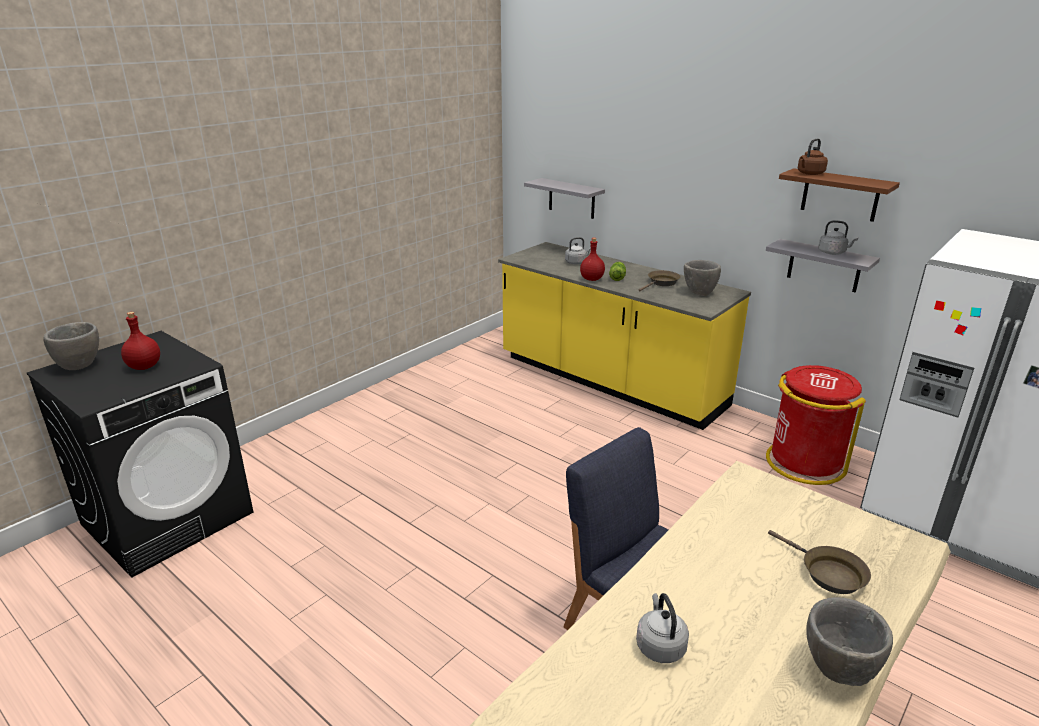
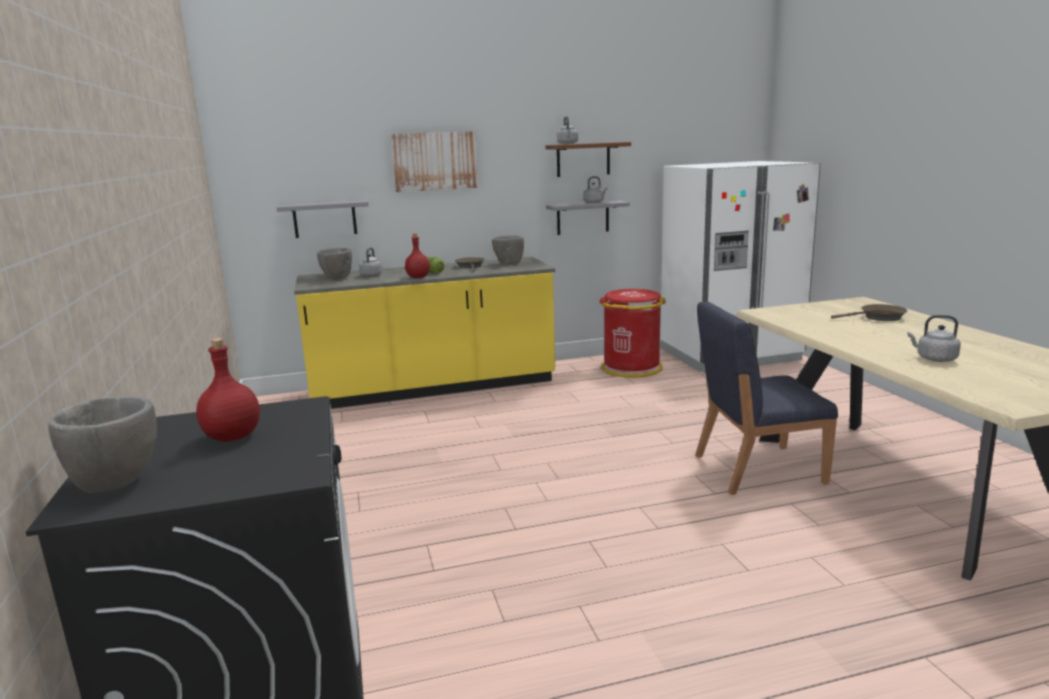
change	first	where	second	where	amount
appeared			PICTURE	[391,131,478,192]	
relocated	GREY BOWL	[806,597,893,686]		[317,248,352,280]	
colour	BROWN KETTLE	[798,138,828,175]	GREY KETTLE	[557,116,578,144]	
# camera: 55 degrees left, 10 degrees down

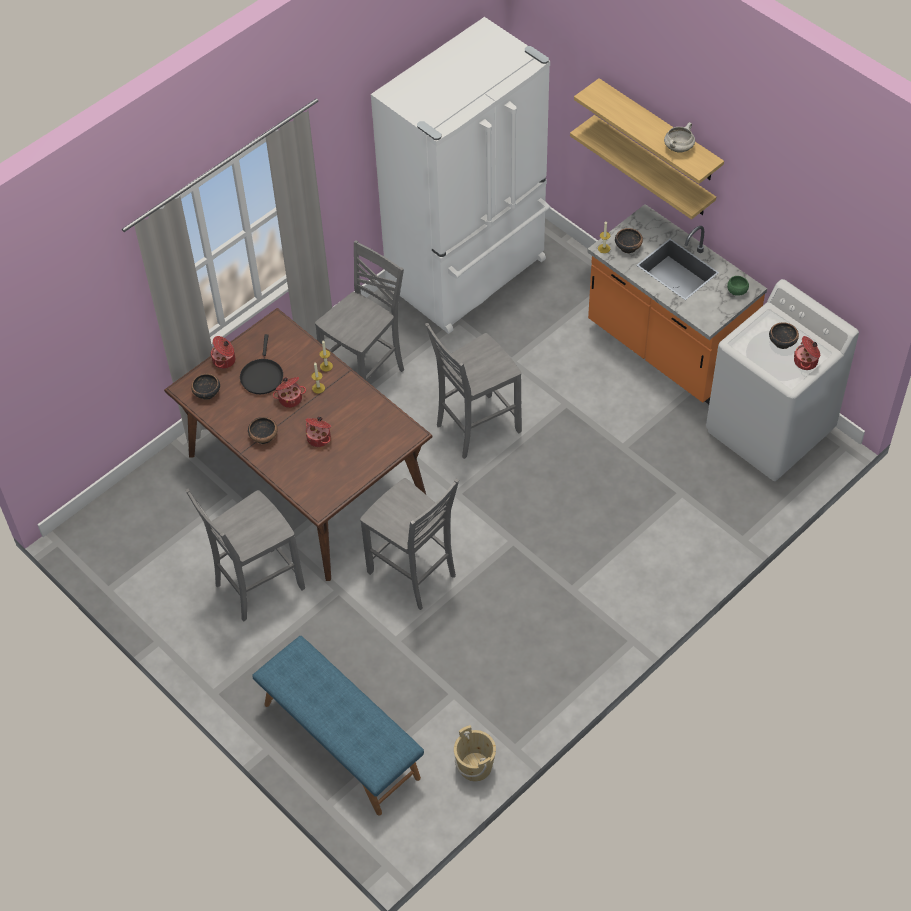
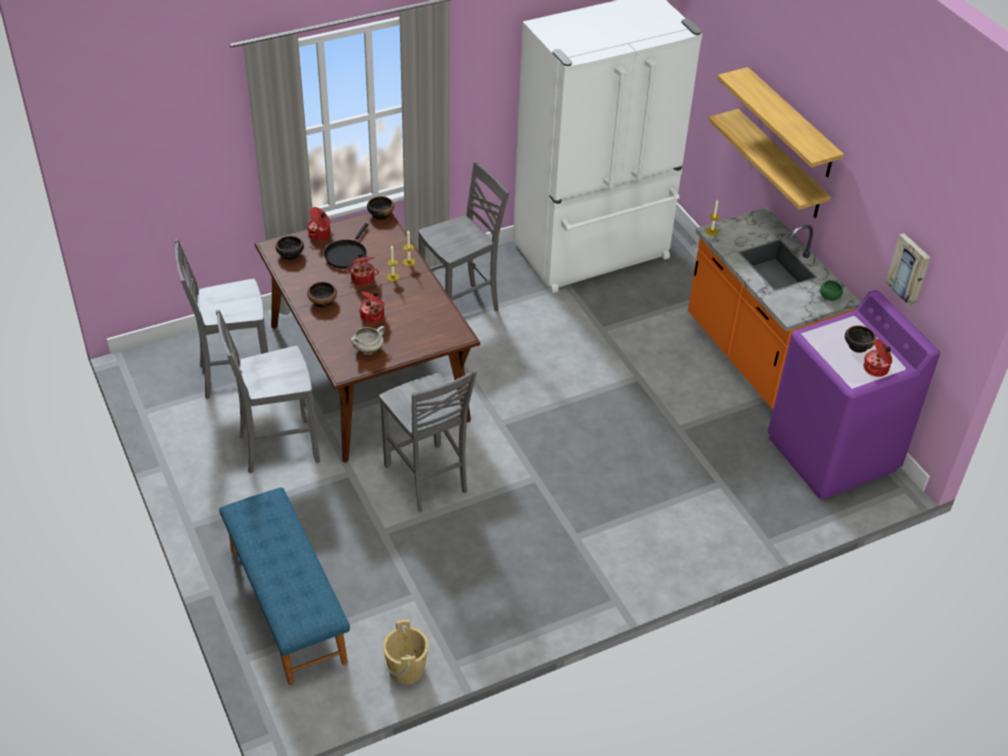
change	first	where	second	where	amount
appeared			PICTURE	[885,233,931,307]	
relocated	GREY CHAIR	[425,323,522,459]		[174,239,268,399]	
relocated	BOWL	[615,228,643,253]		[367,196,394,220]	
relocated	WHITE COOKING POT	[664,122,695,153]		[351,326,385,354]	
colour	WHITE WASHING MACHINE	[706,279,859,481]	PURPLE WASHING MACHINE	[768,290,940,500]	
# camera: 15 degrees right, 10 degrees down

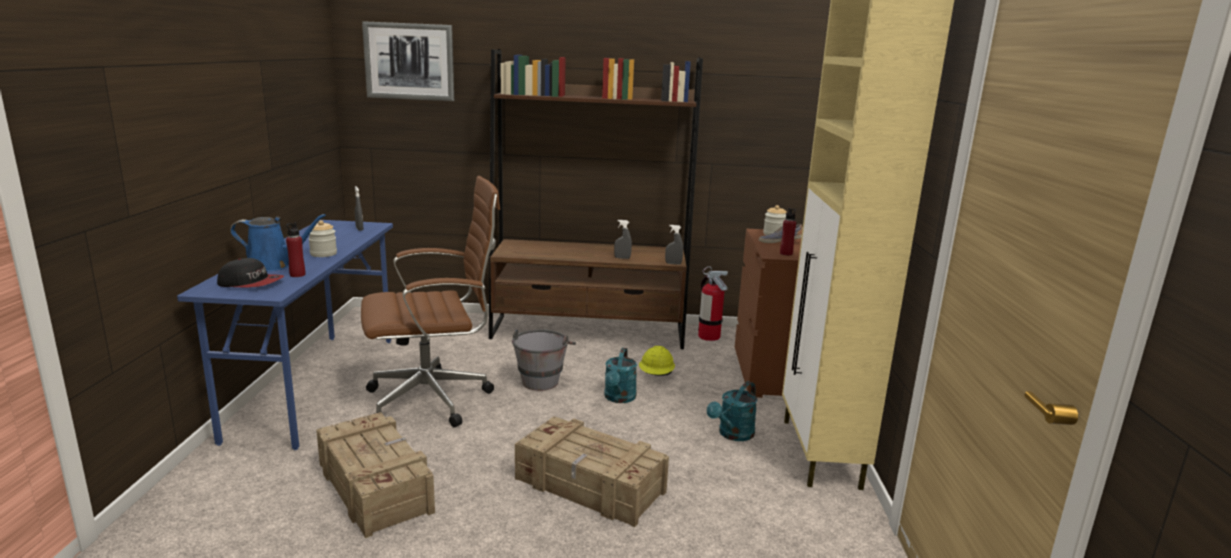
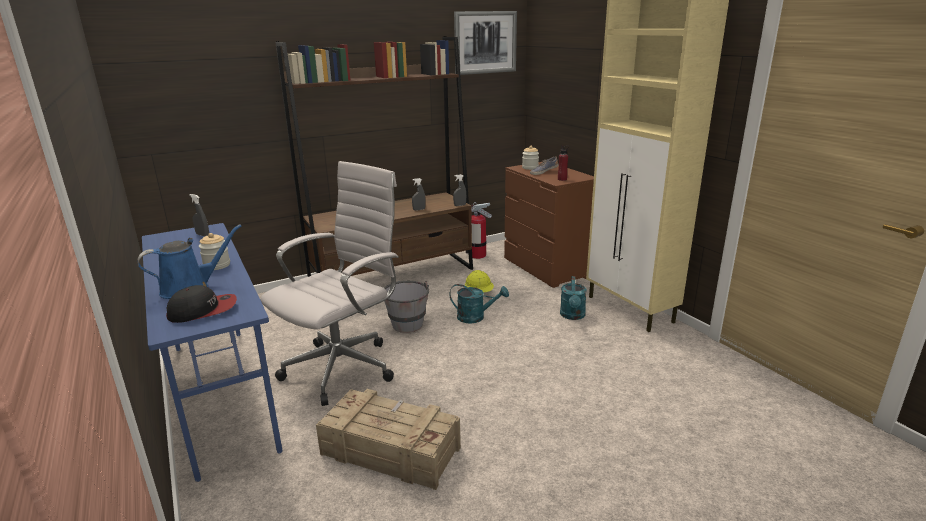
change	first	where	second	where	amount
missing	RED BOTTLE	[286,222,305,277]			
missing	CRATE	[515,416,669,527]			
relocated	PICTURE	[362,21,454,101]		[454,11,517,75]	
colour	BROWN OFFICE CHAIR	[361,176,500,428]	WHITE OFFICE CHAIR	[260,161,399,406]	
spun	TURQUOISE WATERING CAN	[604,348,637,403]		[450,284,509,323]	60 degrees counterclockwise
# camera: 30 degrees left, 5 degrees up

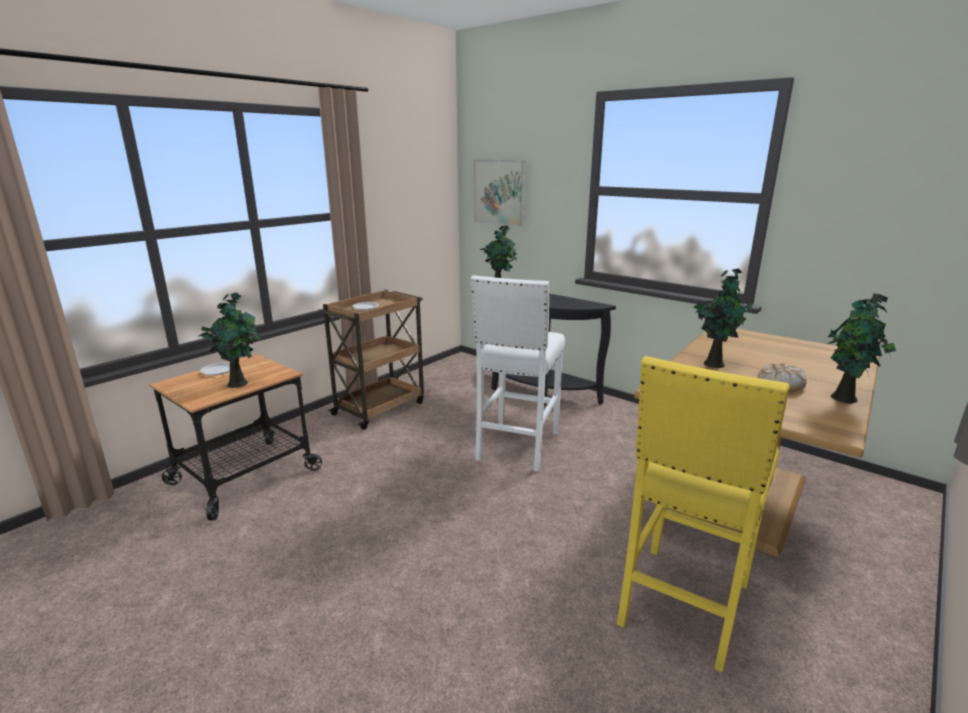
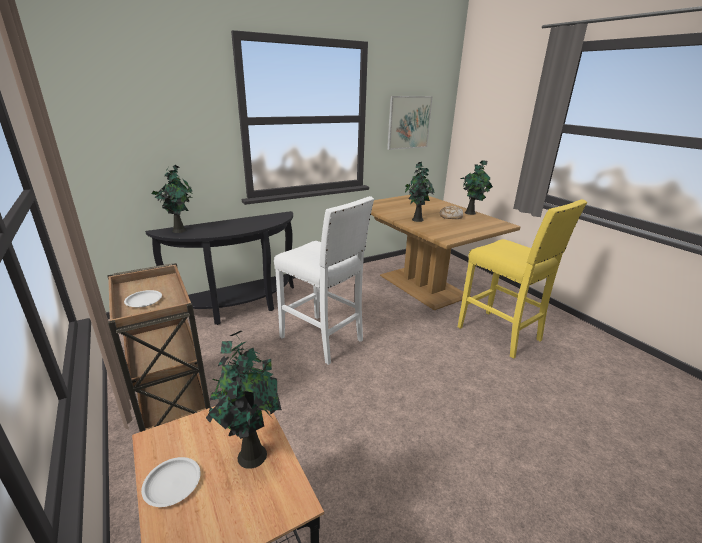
change	first	where	second	where	amount
relocated	PICTURE	[474,160,526,227]		[387,96,433,150]	
# camera: 70 degrees left, 5 degrees up

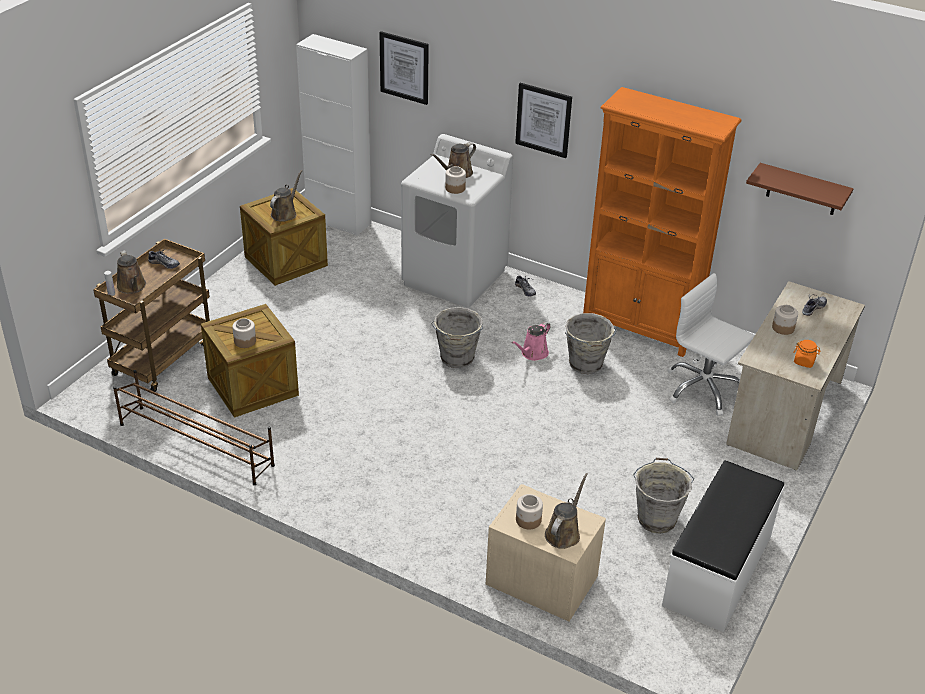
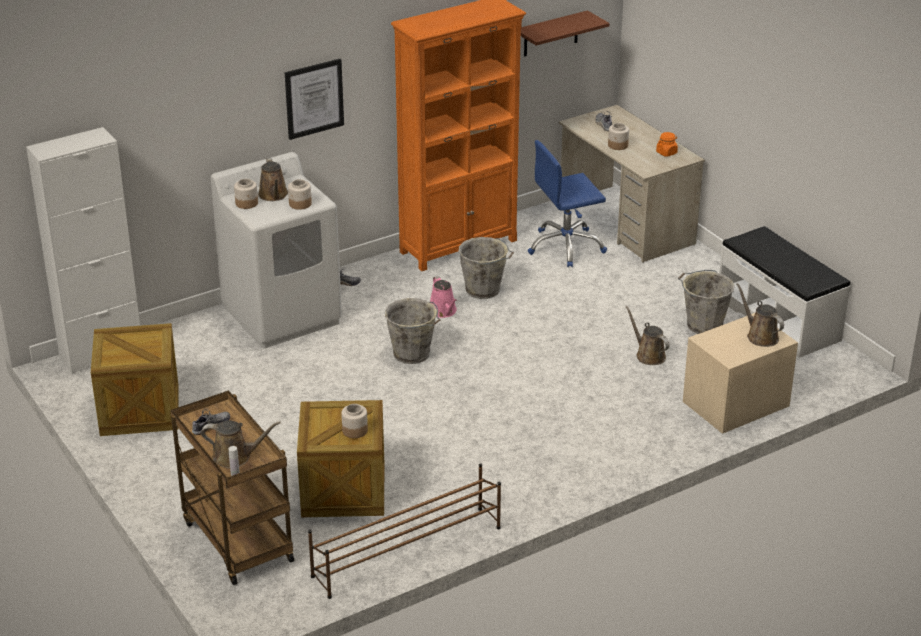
change	first	where	second	where	amount
missing	PICTURE	[380,31,429,105]			
relocated	BROWN WATERING CAN	[270,170,302,222]		[626,306,670,365]	
relocated	JAR	[516,494,543,530]		[234,179,258,209]	
colour	WHITE OFFICE CHAIR	[667,273,754,416]	BLUE OFFICE CHAIR	[528,140,607,267]	
# camera: 60 degrees left, 5 degrees down

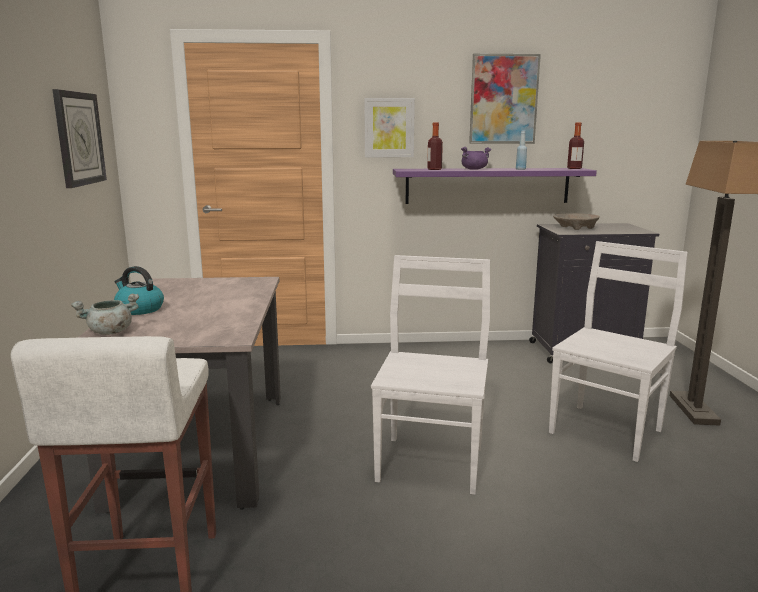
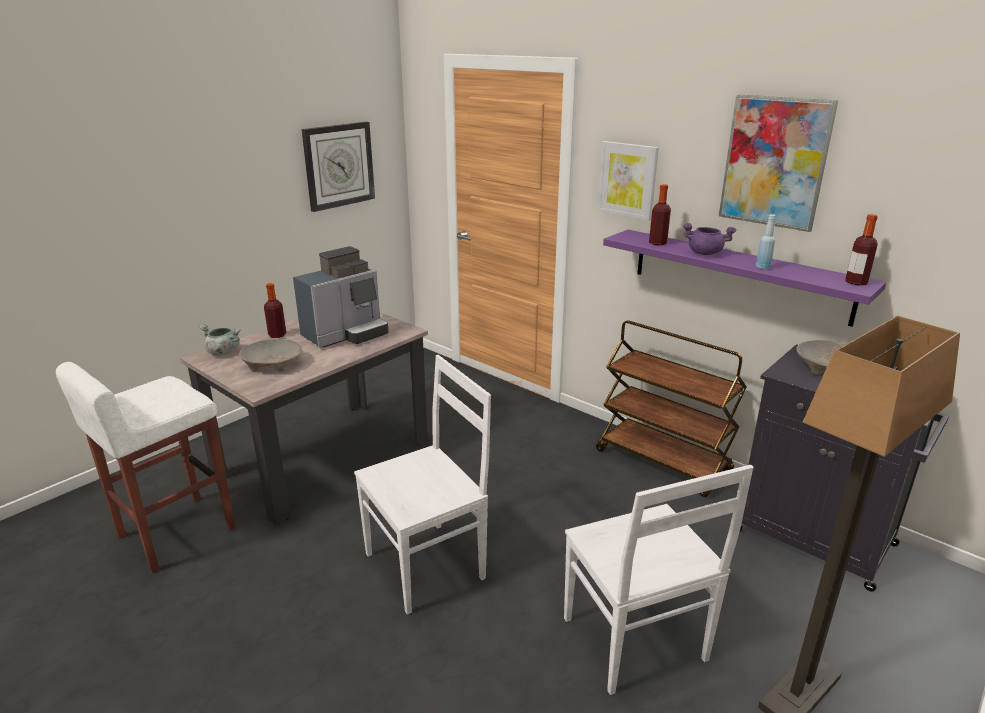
change	first	where	second	where	amount
appeared			BEIGE BOWL	[239,339,302,372]	
appeared			COFFEE MACHINE	[293,246,389,348]	
appeared			BROWN CART	[596,320,747,497]	
exchanged	KETTLE	[114,266,164,315]	BOTTLE	[264,283,286,338]	
spun	WHITE CHAIR	[549,241,688,462]		[564,465,754,695]	75 degrees clockwise
# camera: 45 degrees right, 10 degrees up

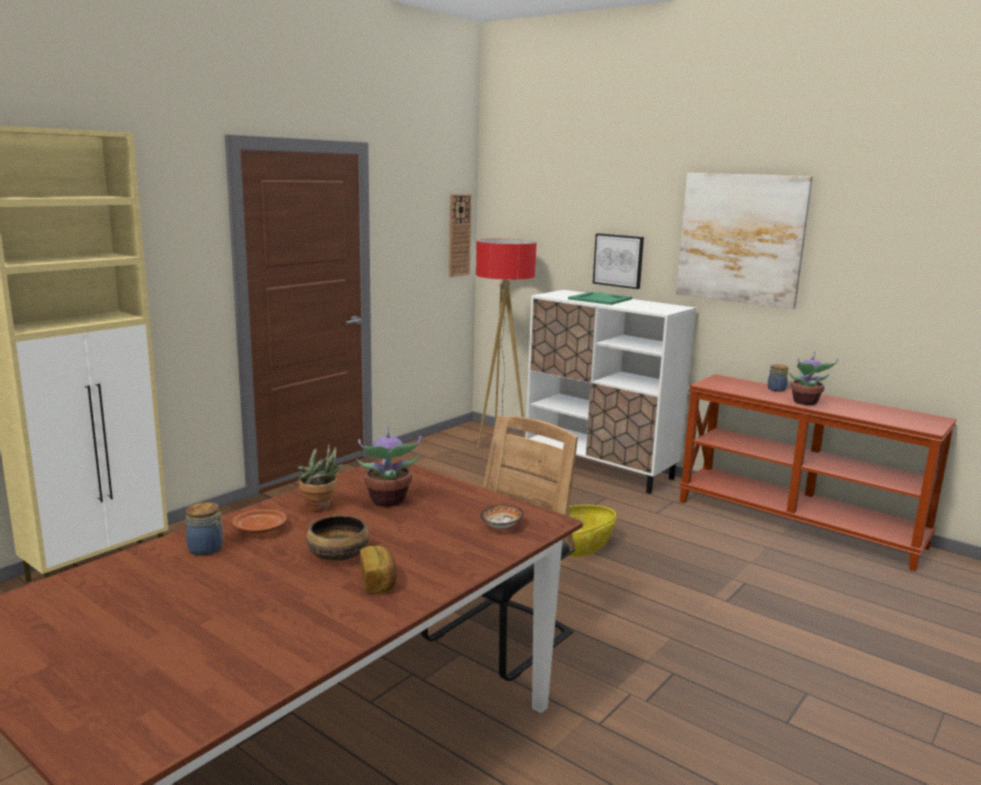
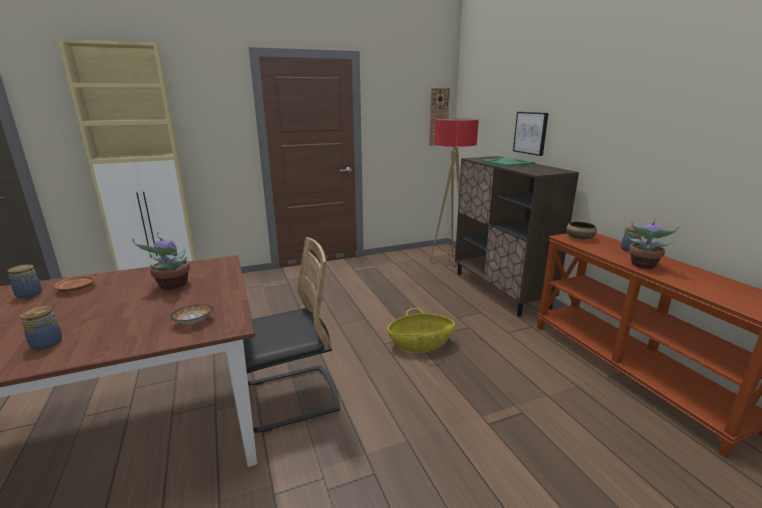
change	first	where	second	where	amount
missing	POTTED PLANT	[297,444,343,511]			
missing	PICTURE	[676,173,813,309]			
relocated	BOWL	[307,515,369,561]		[566,222,597,240]	
exchanged	BREAD	[360,545,397,593]	JAR	[20,306,62,350]	
colour	WHITE CABINET	[525,290,696,494]	BROWN CABINET	[455,156,579,317]	
# camera: 30 degrees right, 5 degrees up

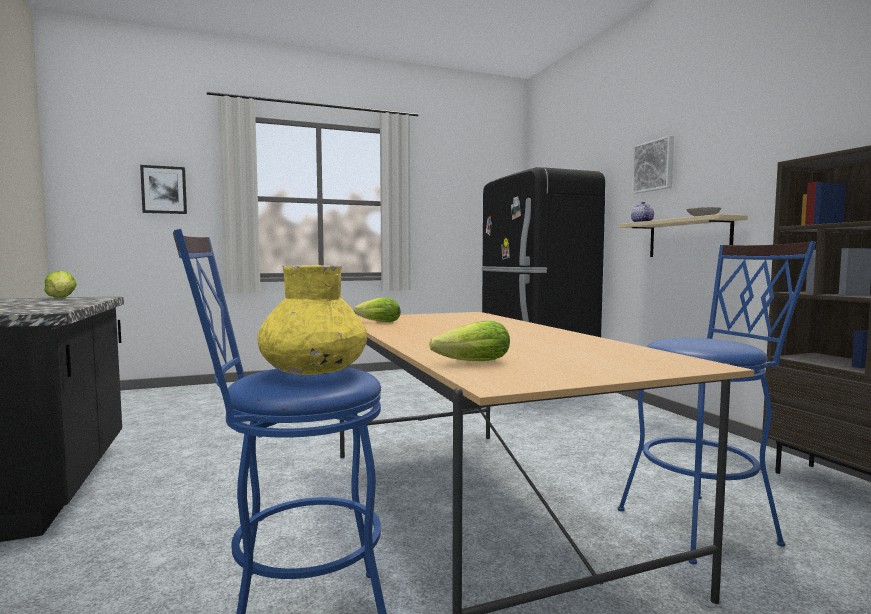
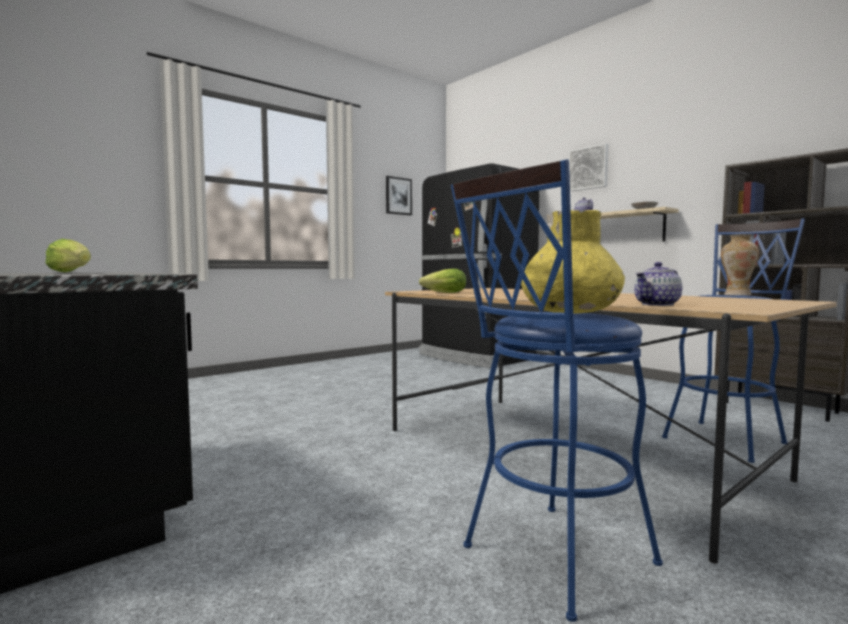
change	first	where	second	where	amount
appeared			VASE	[721,234,759,296]	
relocated	PICTURE	[140,165,187,214]		[386,176,412,216]	
exchanged	LETTUCE	[429,321,510,361]	TEAPOT	[634,262,682,306]	
# camera: 20 degrees left, 0 degrees up

